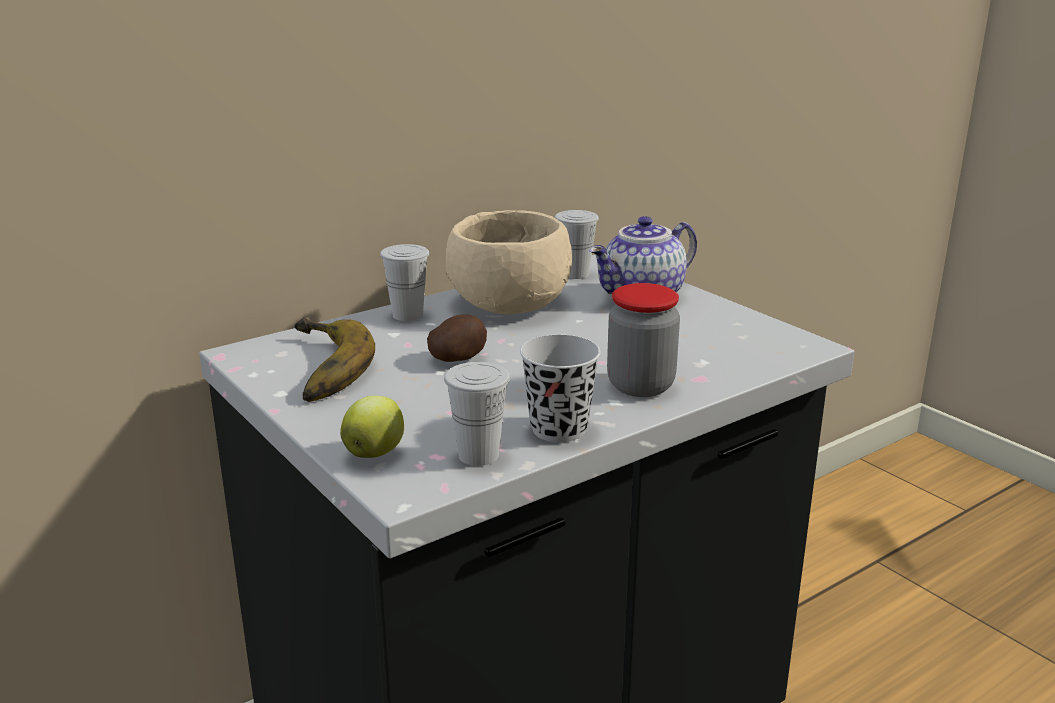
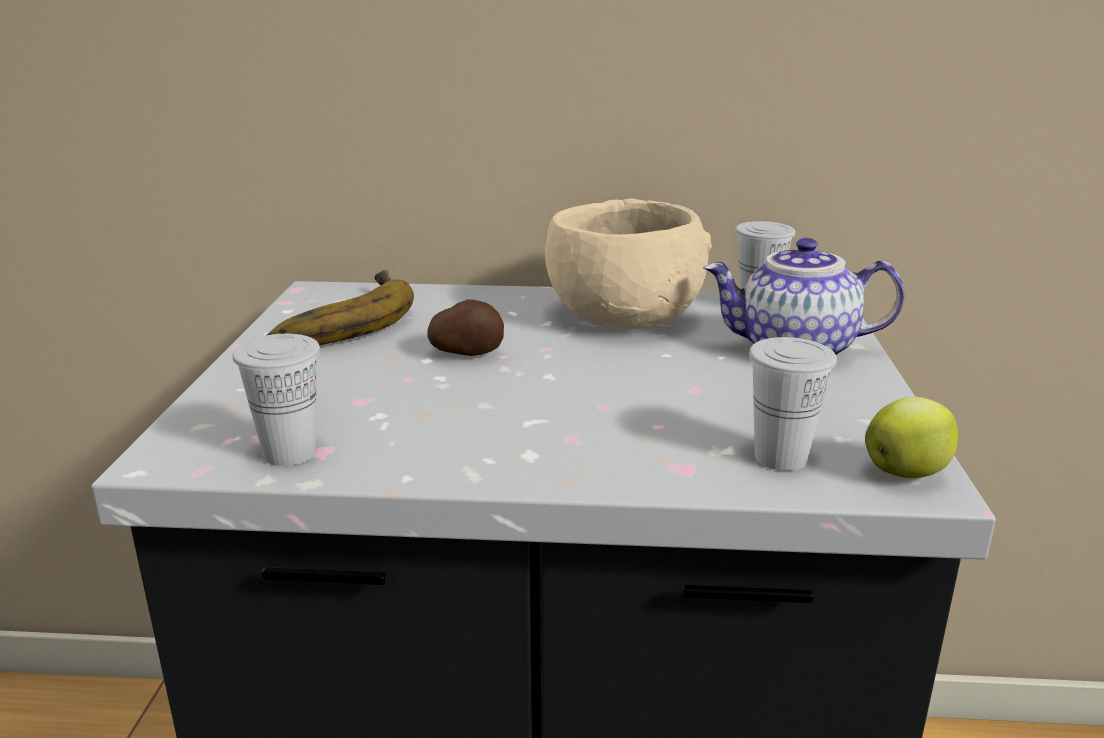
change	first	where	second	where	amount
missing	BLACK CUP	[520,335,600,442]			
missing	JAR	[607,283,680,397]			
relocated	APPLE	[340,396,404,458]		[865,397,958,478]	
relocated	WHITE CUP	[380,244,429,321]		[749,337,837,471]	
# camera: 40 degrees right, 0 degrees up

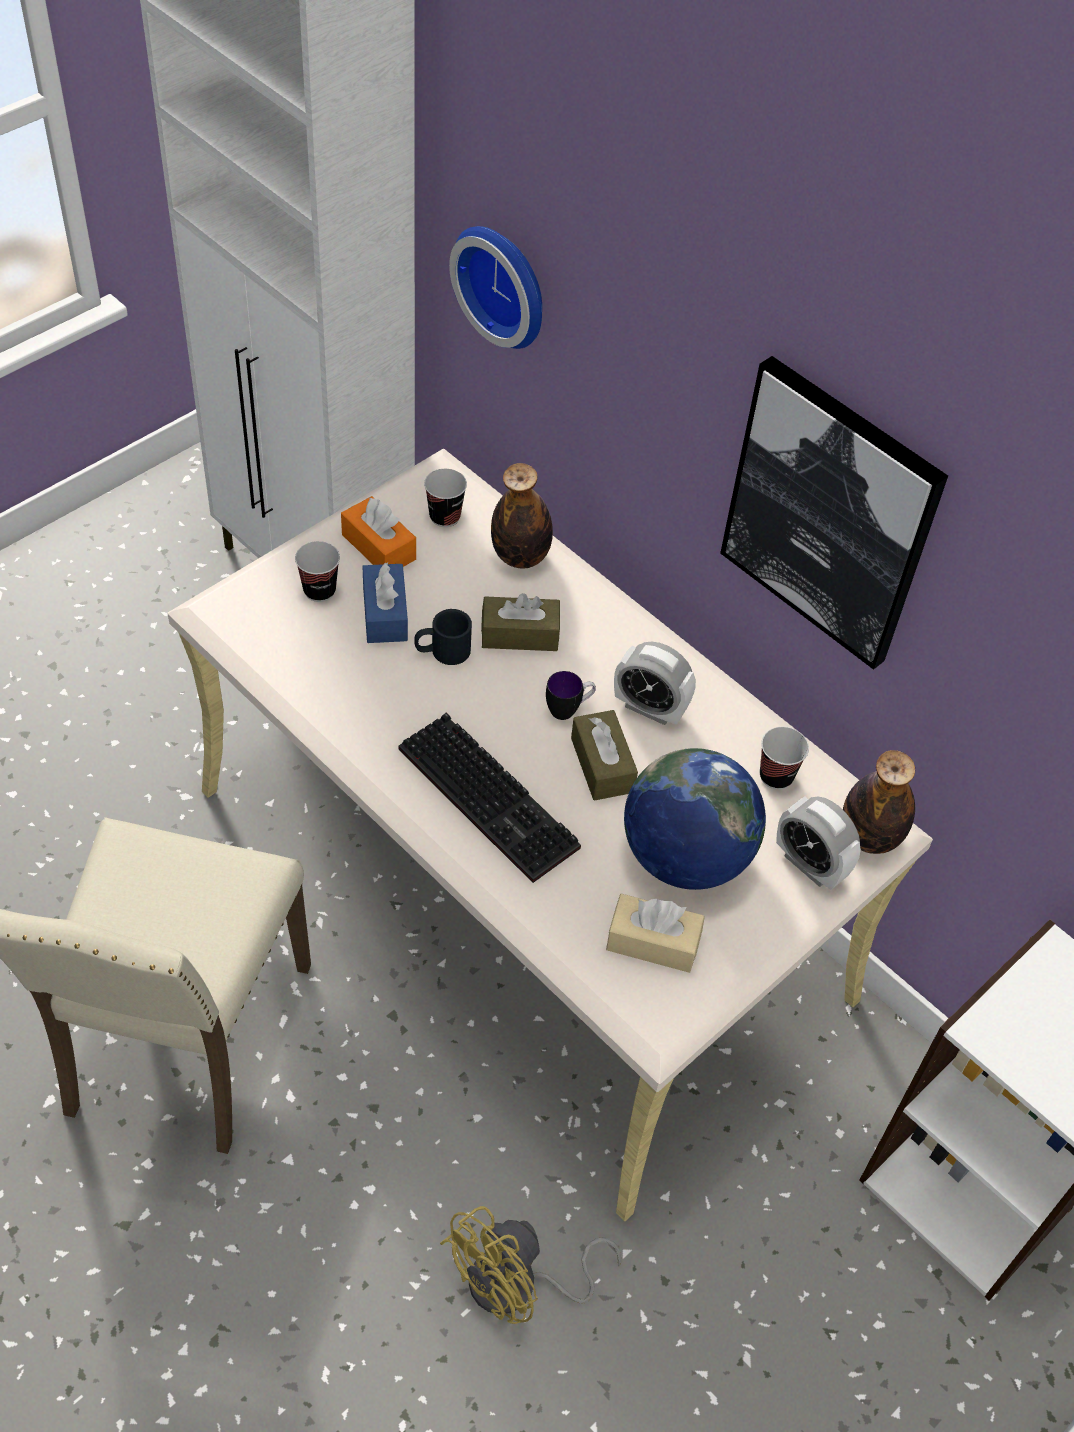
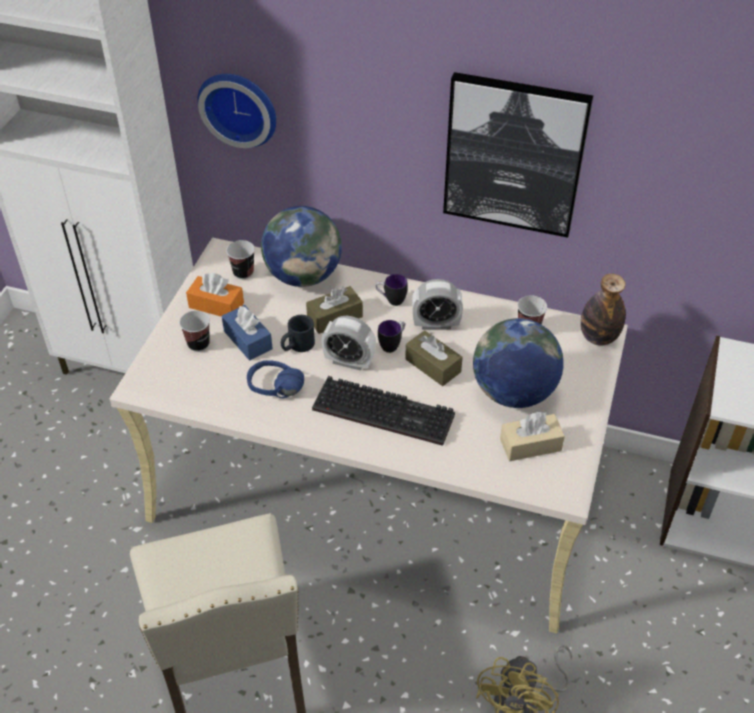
change	first	where	second	where	amount
appeared			BLUE HEADPHONES	[247,360,304,398]	
appeared			MUG	[376,274,408,306]	
relocated	ALARM CLOCK	[776,796,861,890]		[321,316,376,371]	
exchanged	BOTTLE	[491,463,553,569]	GLOBE	[261,206,342,287]	
# camera: 25 degrees left, 5 degrees down

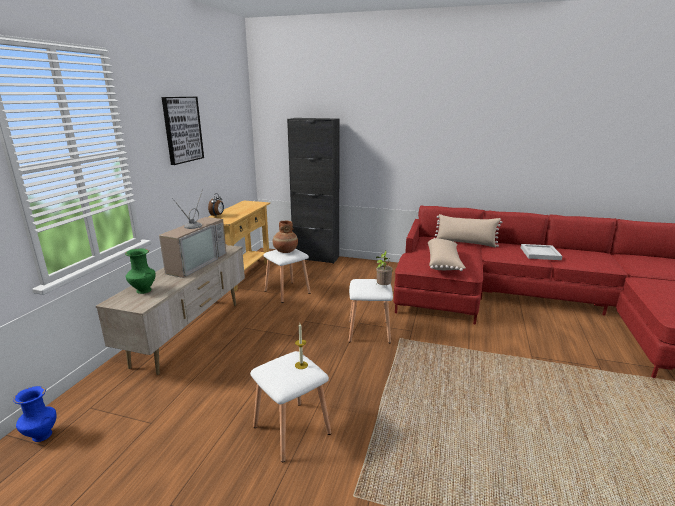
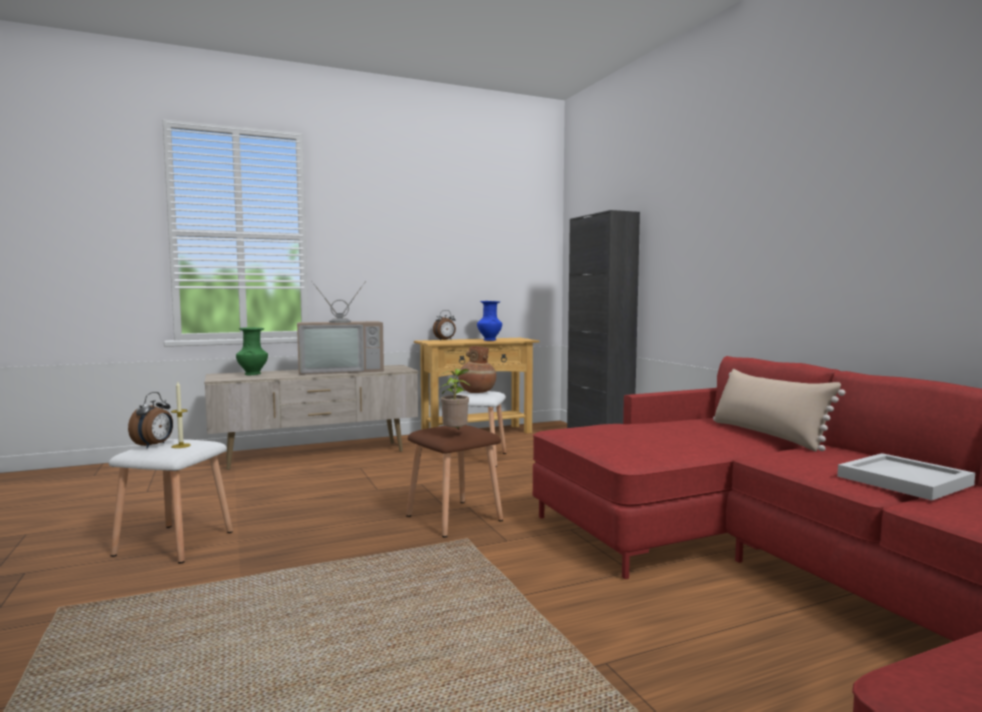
change	first	where	second	where	amount
missing	PICTURE	[162,97,204,165]			
missing	BEIGE PILLOW	[428,239,466,271]			
appeared			ALARM CLOCK	[128,392,173,448]	
relocated	BLUE VASE	[13,386,56,442]		[477,301,502,341]	
colour	WHITE STOOL	[349,279,393,343]	BROWN STOOL	[406,425,503,537]	
# camera: 50 degrees right, 15 degrees down

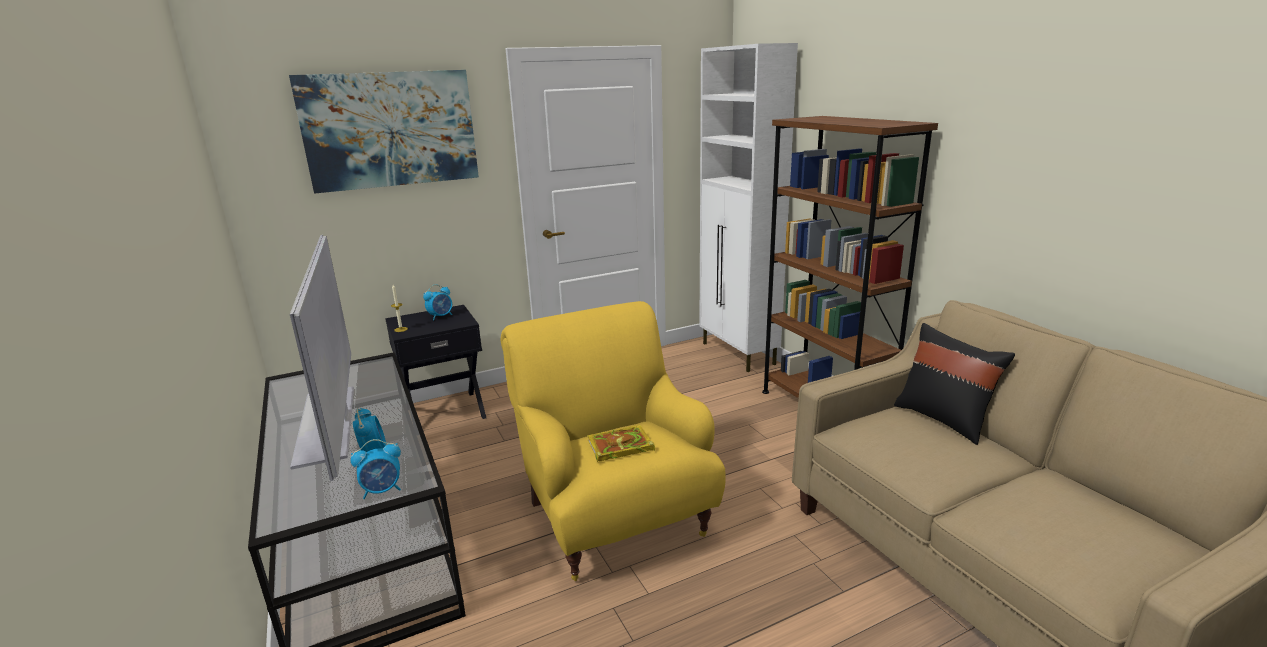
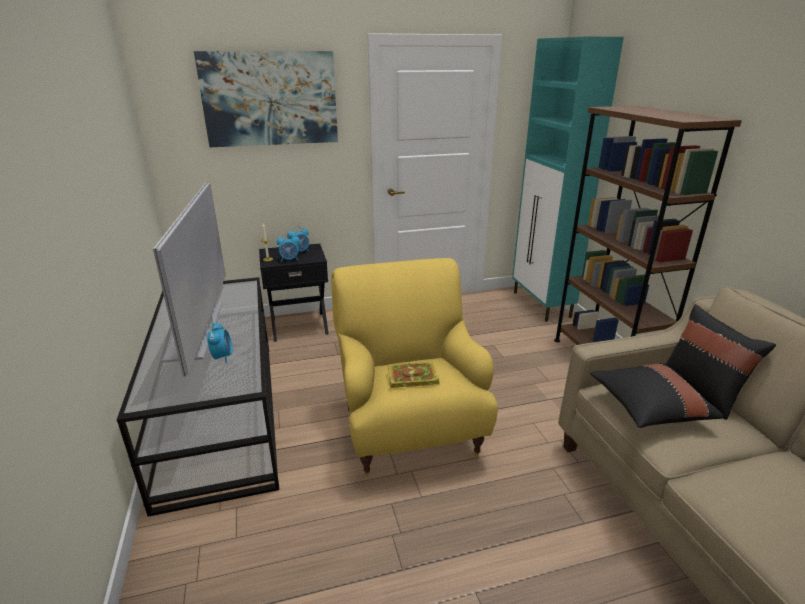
change	first	where	second	where	amount
appeared			BLACK PILLOW	[590,363,724,428]	
relocated	ALARM CLOCK	[351,439,401,499]		[277,233,300,262]	
colour	WHITE CABINET	[699,43,798,372]	TURQUOISE CABINET	[512,37,624,322]	
# camera: 10 degrees right, 5 degrees up

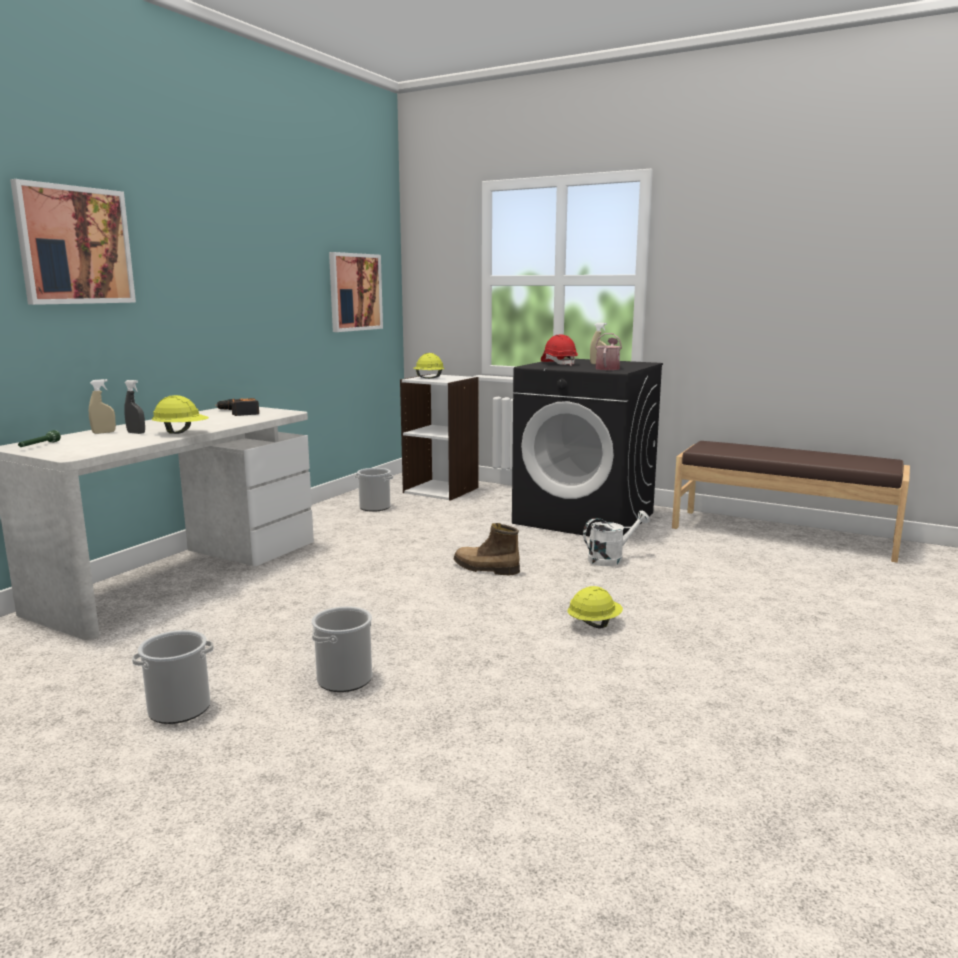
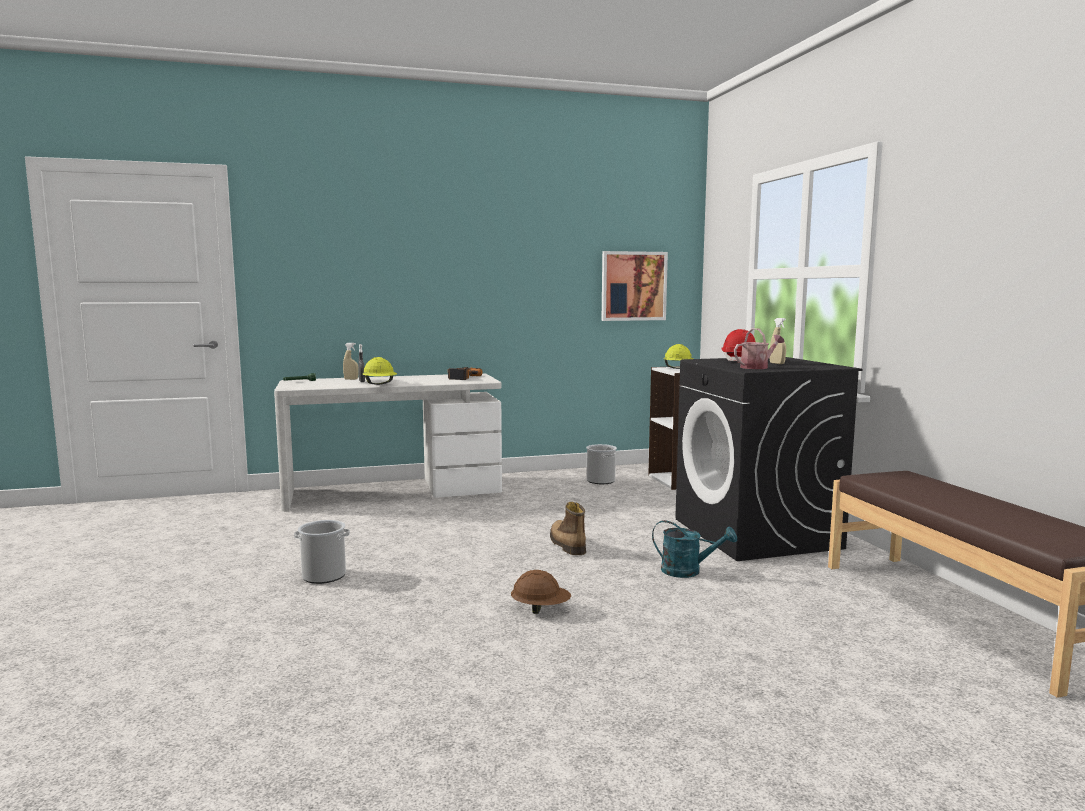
change	first	where	second	where	amount
missing	PICTURE	[10,179,136,305]			
missing	BUCKET	[132,630,214,724]			
colour	YELLOW HARD HAT	[568,586,623,629]	BROWN HARD HAT	[511,570,571,614]	
colour	WHITE WATERING CAN	[583,510,650,566]	TURQUOISE WATERING CAN	[652,520,737,578]	
# camera: 45 degrees right, 5 degrees down

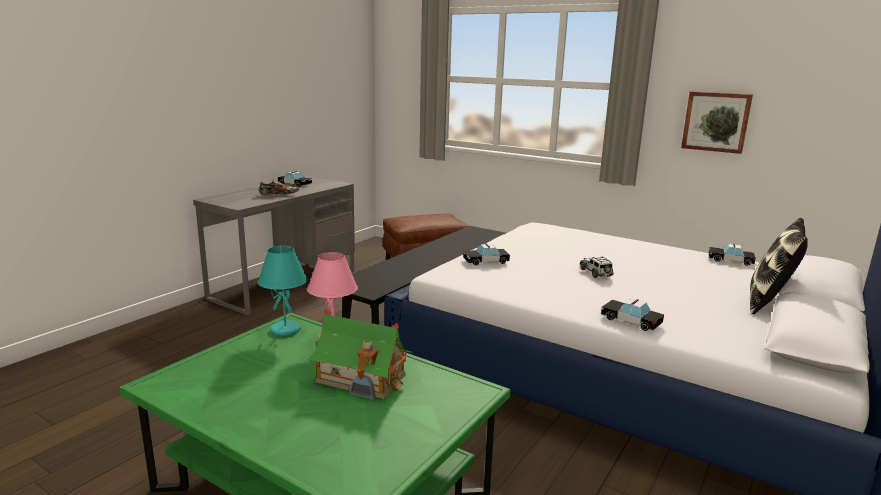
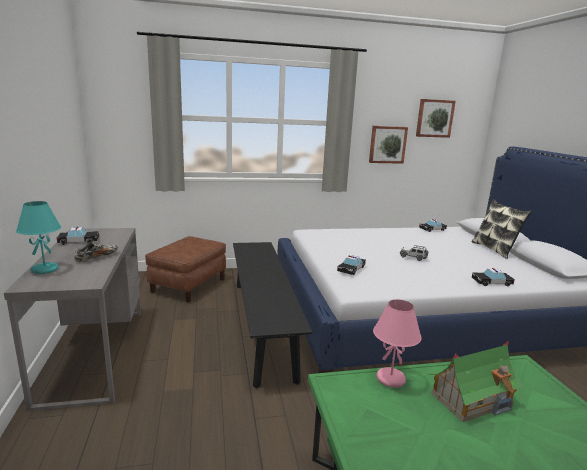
change	first	where	second	where	amount
appeared			PICTURE	[416,99,456,138]	
relocated	TURQUOISE TABLE LAMP	[258,246,307,336]		[16,201,61,274]	
# camera: 45 degrees left, 0 degrees up

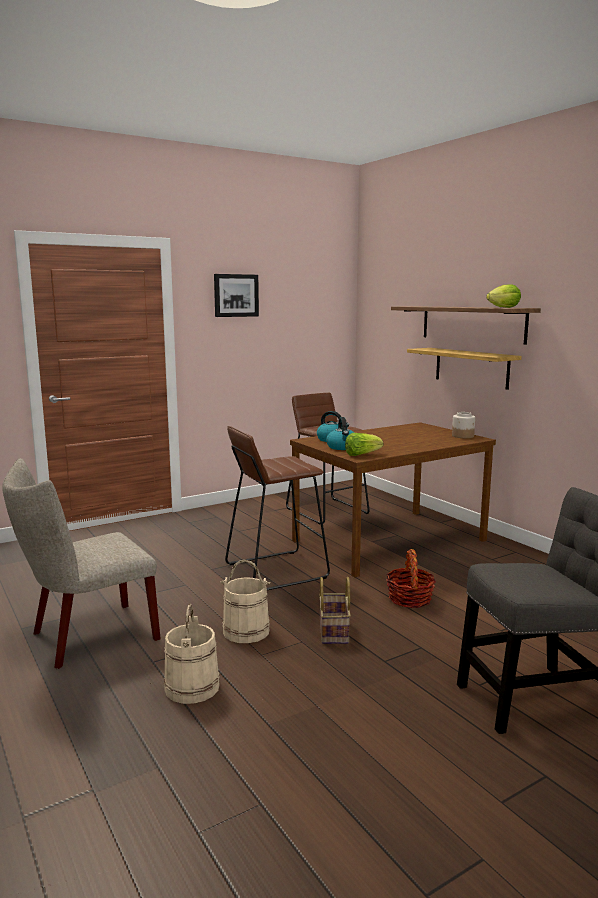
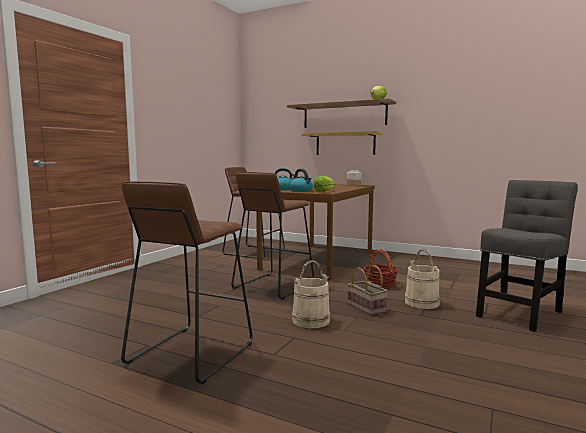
change	first	where	second	where	amount
missing	PICTURE	[214,274,259,317]			
relocated	BEIGE BUCKET	[164,604,220,704]		[405,249,440,309]	
exchanged	BEIGE CHAIR	[2,458,161,669]	BROWN STOOL	[121,181,252,384]	
# camera: 30 degrees left, 5 degrees down

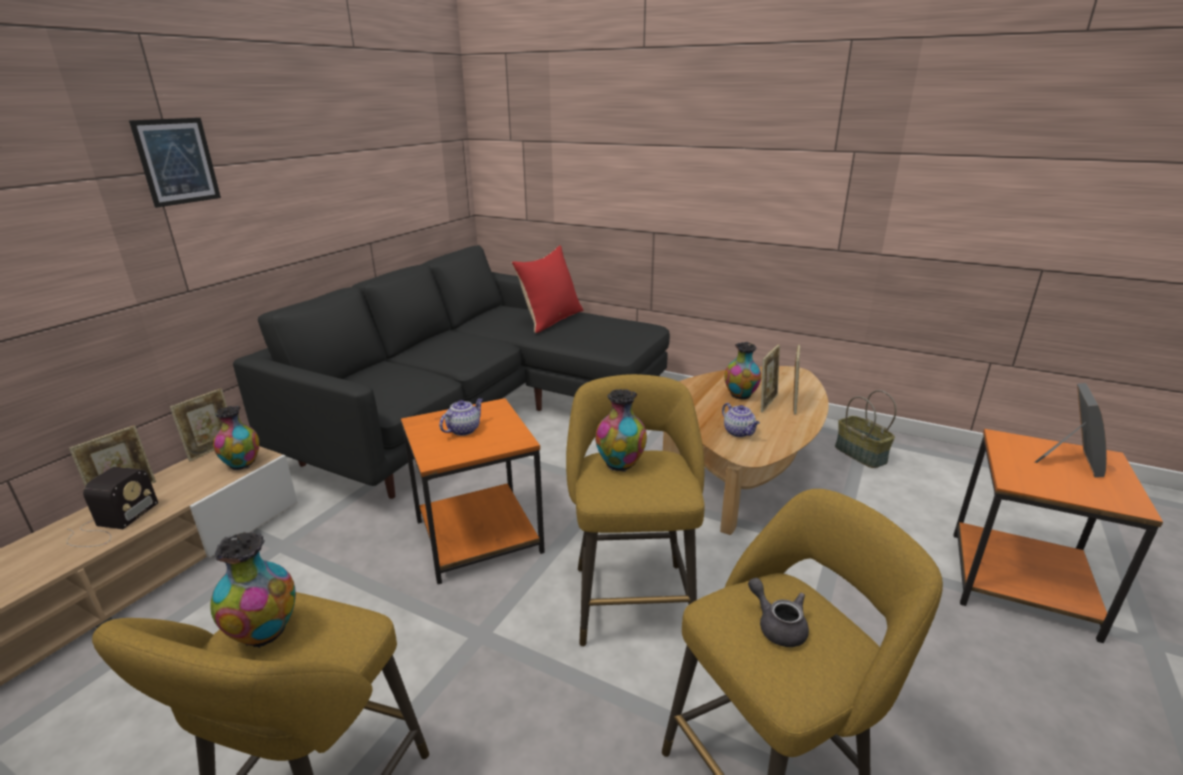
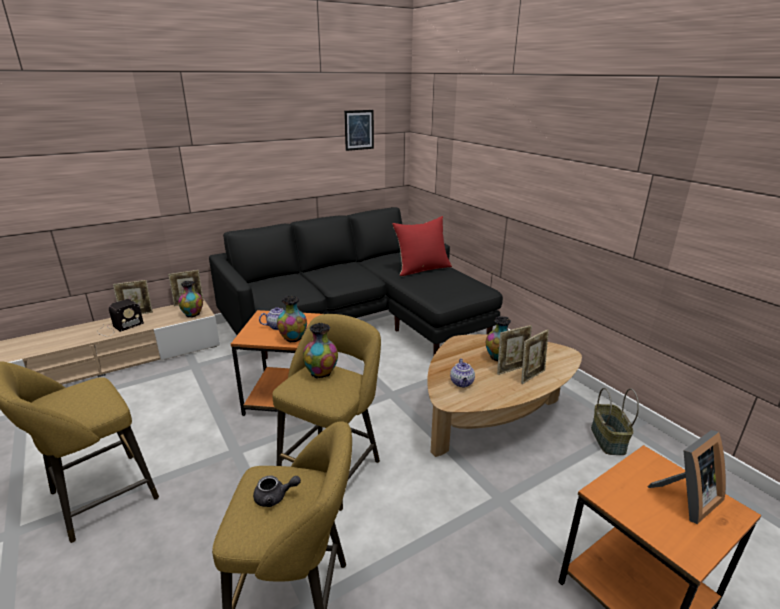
change	first	where	second	where	amount
relocated	PICTURE	[129,118,221,208]		[344,110,374,151]	
relocated	VASE	[210,532,296,648]		[277,295,307,343]	
spun	GREY TEAPOT	[748,578,809,647]		[253,475,301,507]	90 degrees clockwise
# camera: 30 degrees right, 0 degrees up

